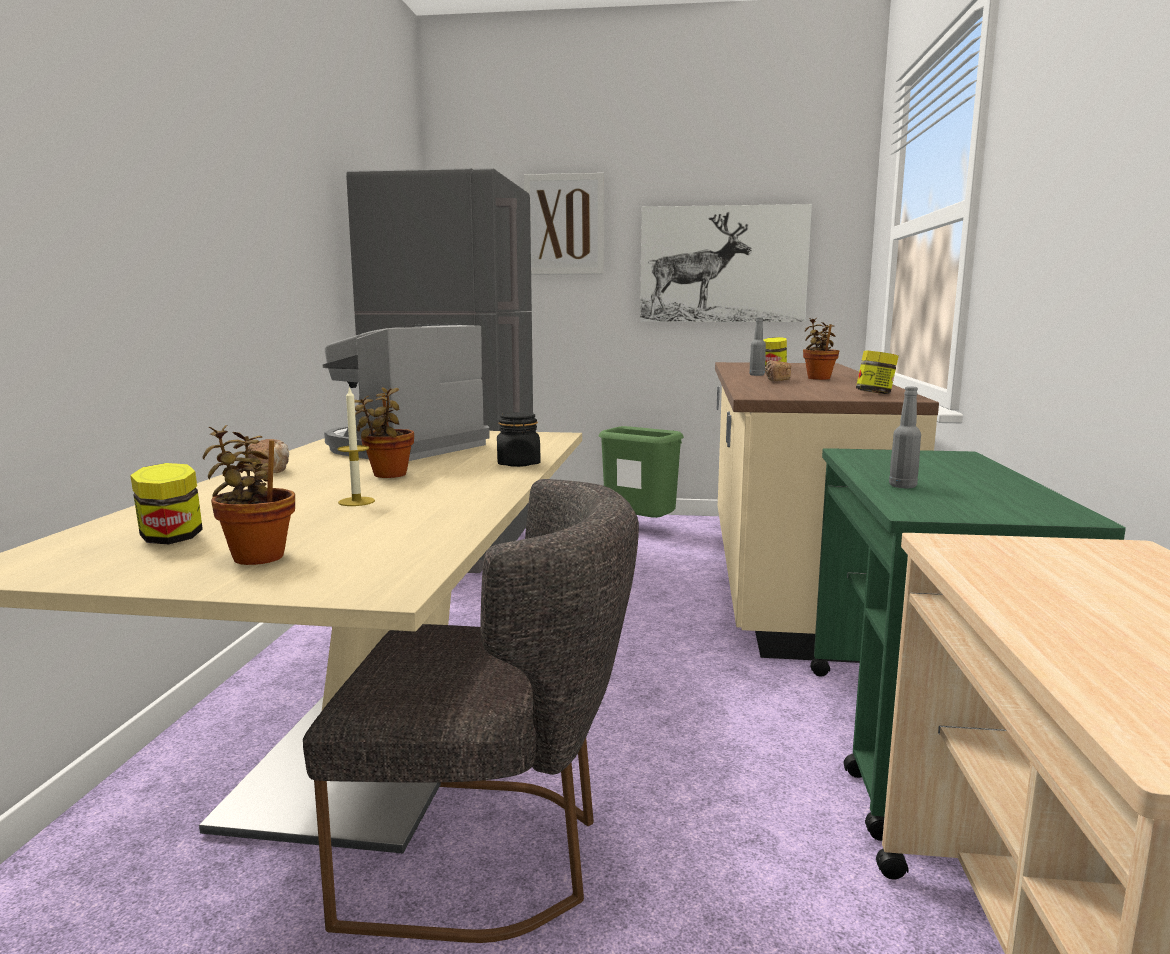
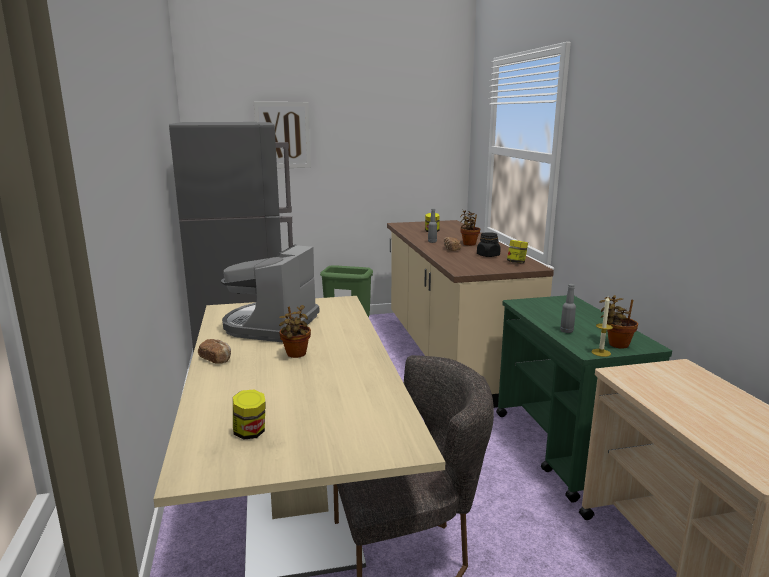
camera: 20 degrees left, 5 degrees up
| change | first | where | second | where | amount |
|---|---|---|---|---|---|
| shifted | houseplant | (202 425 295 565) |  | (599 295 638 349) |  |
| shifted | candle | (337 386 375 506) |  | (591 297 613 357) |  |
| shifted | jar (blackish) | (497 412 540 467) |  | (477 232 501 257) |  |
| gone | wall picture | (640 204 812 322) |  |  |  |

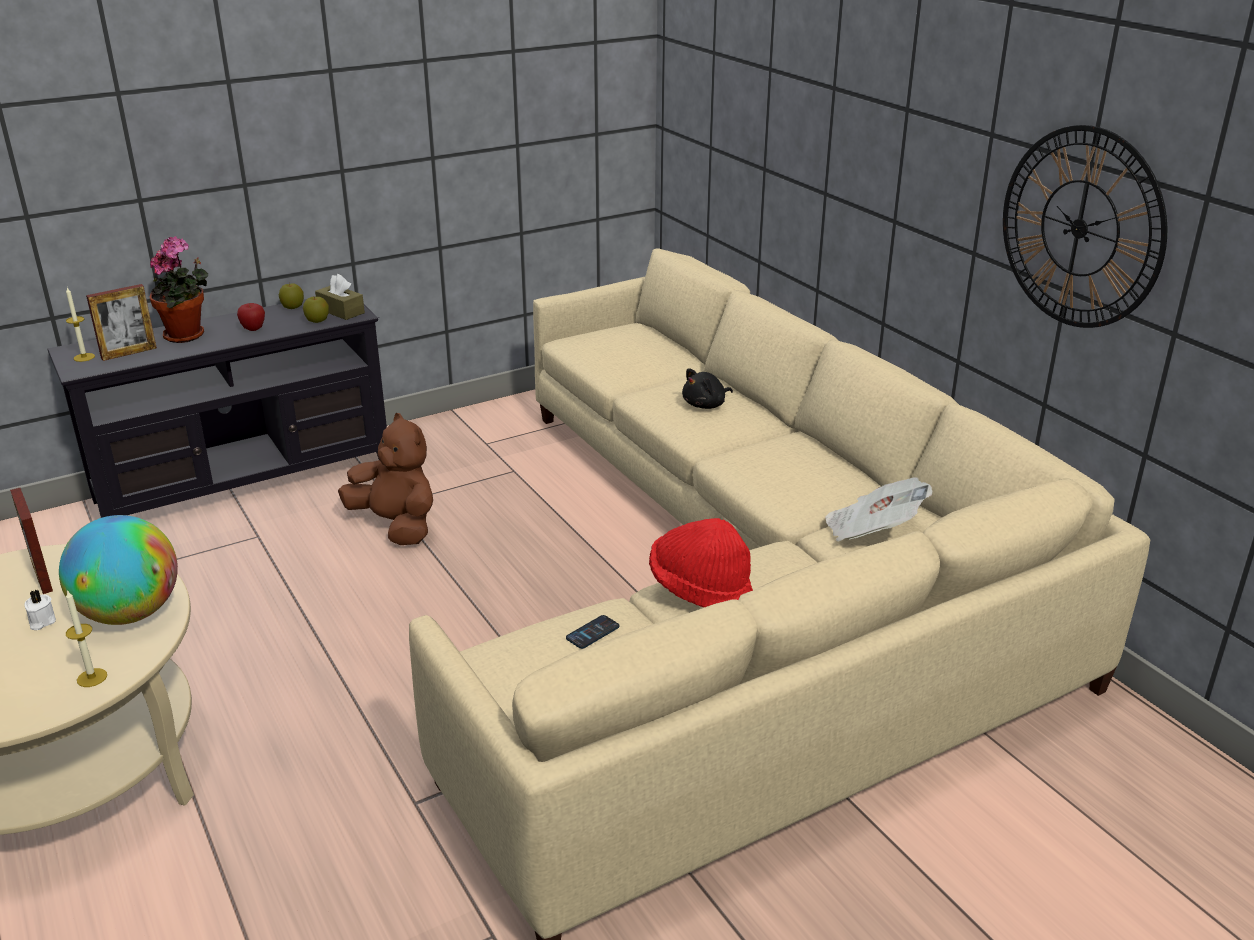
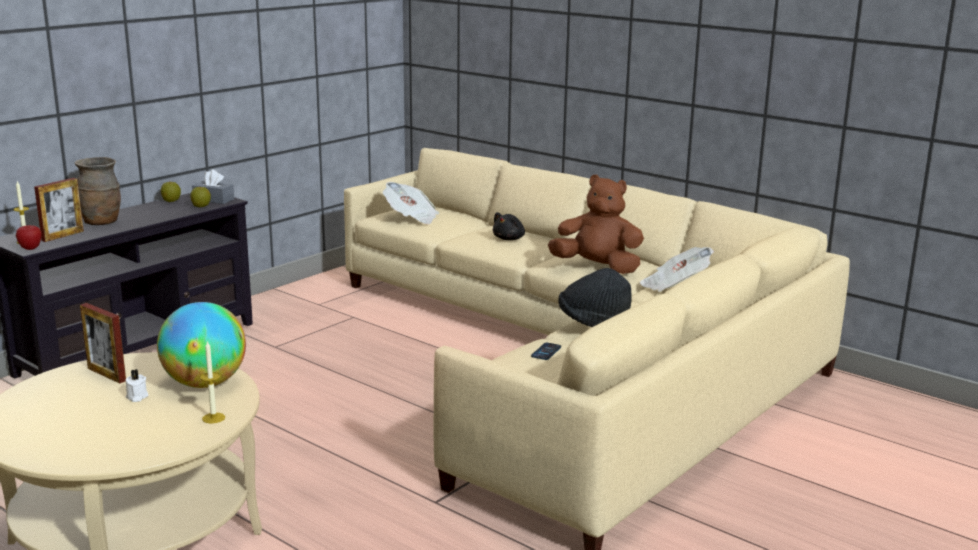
camera: 20 degrees left, 10 degrees down
| change | first | where | second | where | amount |
|---|---|---|---|---|---|
| swapped | houseplant | (150 236 208 343) | vase (brown-coloured) | (75 157 121 225) |  |
| shifted | apple fruit | (237 303 265 331) |  | (16 225 42 250) |  |
| repainted | tissue box (brown-coloured) | (315 274 365 320) | tissue box (gray) | (192 169 234 204) |  |
| shifted | plush toy (brown-coloured) | (338 413 433 545) |  | (548 175 644 274) |  |
| repainted | hat (red-coloured) | (649 518 753 608) | hat (blackish) | (559 268 632 327) |  |
| gone | wall clock | (1003 125 1167 328) |  |  |  |
| new |  |  | daily paper | (383 182 439 224) |  |

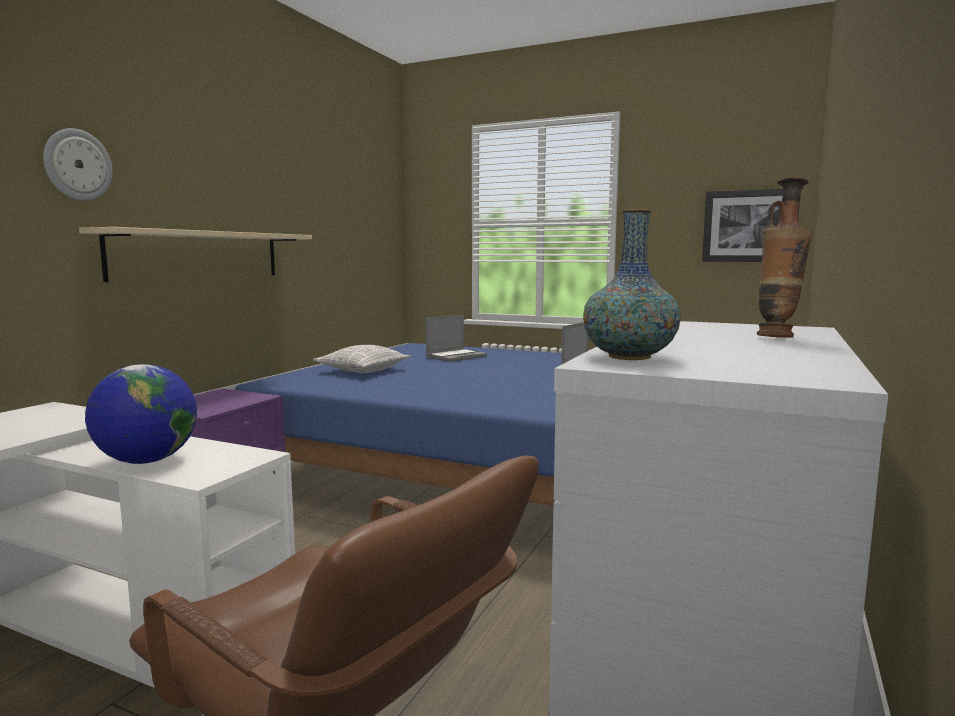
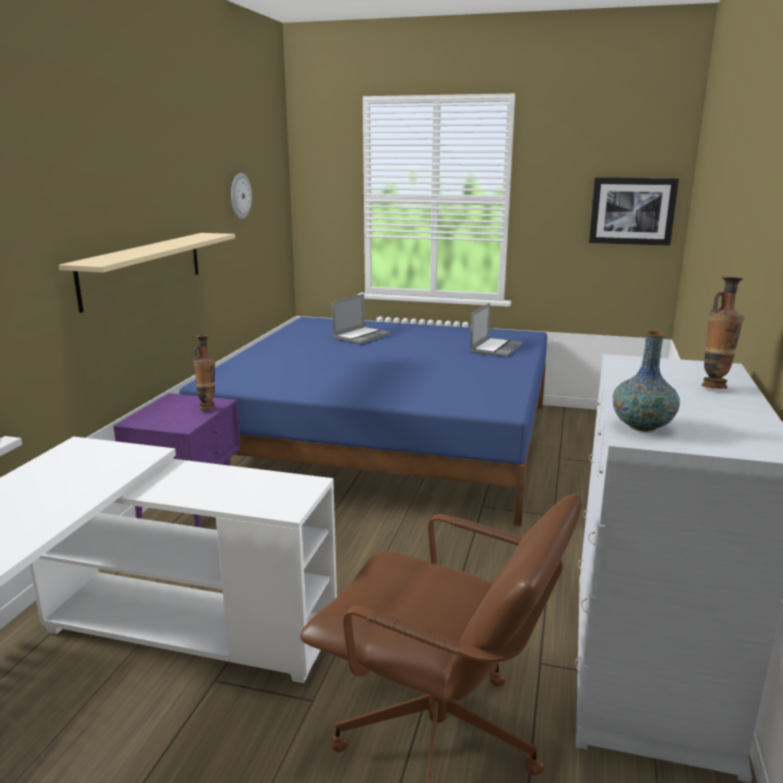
camera: 10 degrees left, 10 degrees up
| change | first | where | second | where | amount |
|---|---|---|---|---|---|
| shifted | wall clock | (43 128 113 201) |  | (231 173 252 219) |  |
| gone | world globe | (85 364 197 464) |  |  |  |
| gone | cushion | (313 345 411 373) |  |  |  |
| new |  |  | vase | (193 335 215 410) |  |

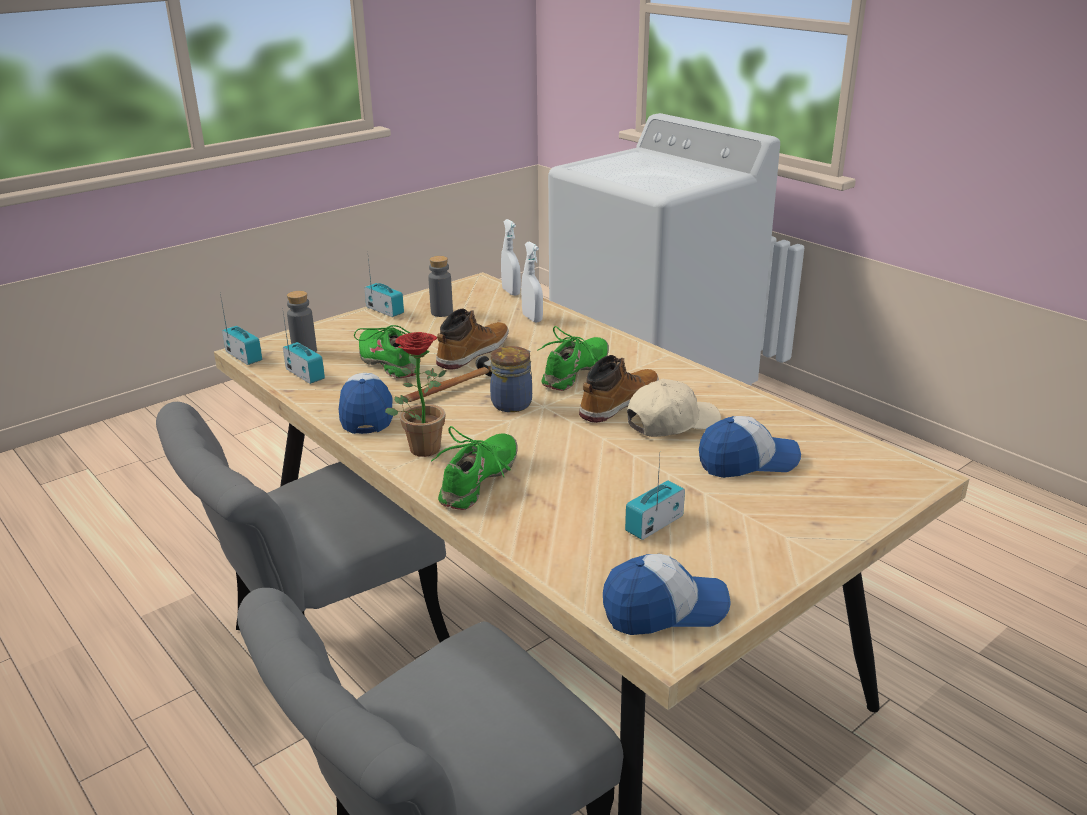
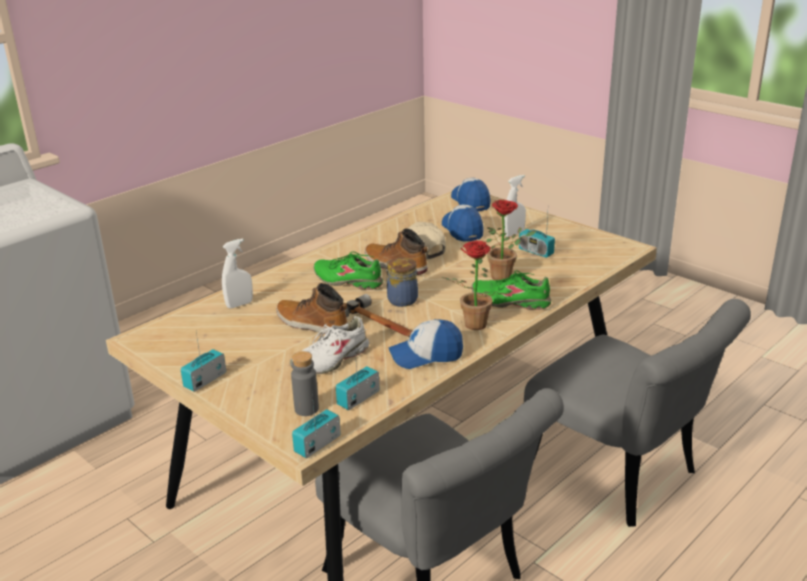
camera: 95 degrees left, 0 degrees up
| change | first | where | second | where | amount |
|---|---|---|---|---|---|
| repainted | item of footwear (green) | (354 325 416 378) | item of footwear (white-coloured) | (290 316 369 374) |  |
| gone | bottle (gray) | (428 256 453 317) |  |  |  |
| shifted | sprayer (white-coloured) | (501 219 521 296) |  | (504 175 526 237) |  |
| shifted | baseball cap | (603 554 731 635) |  | (451 178 491 212) |  |
| new |  |  | houseplant | (486 200 537 280) |  |

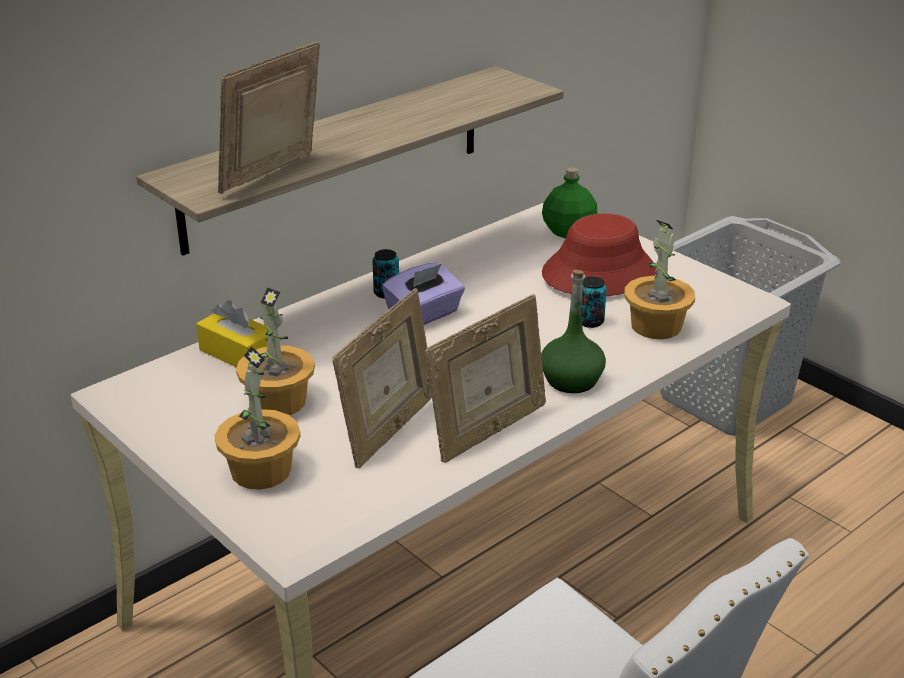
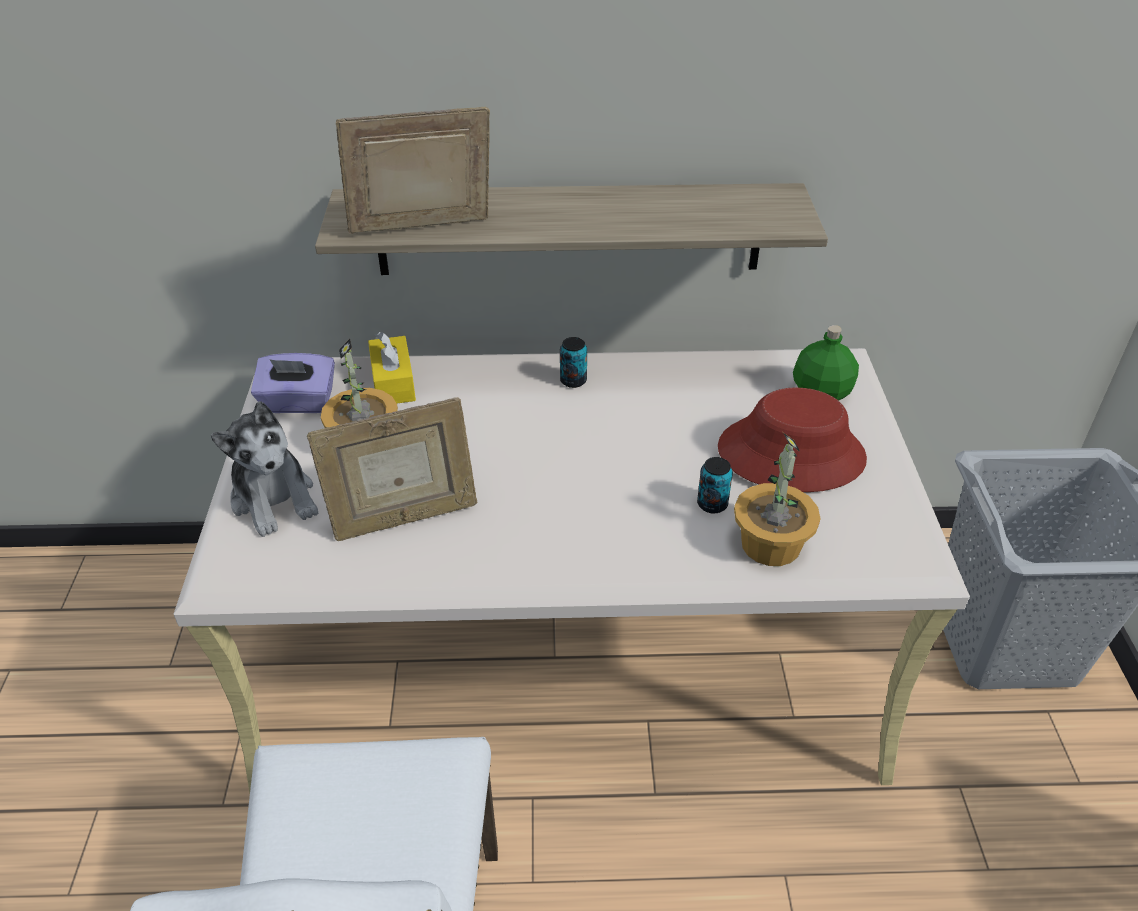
camera: 40 degrees right, 10 degrees up
| change | first | where | second | where | amount |
|---|---|---|---|---|---|
| swapped | houseplant | (215 346 300 490) | plush toy | (211 401 319 537) |  |
| shifted | tissue box (purple-coloured) | (382 263 465 325) |  | (251 353 335 413) |  |
| gone | picture frame | (425 294 546 463) |  |  |  |
| gone | bottle (green) | (541 270 606 393) |  |  |  |

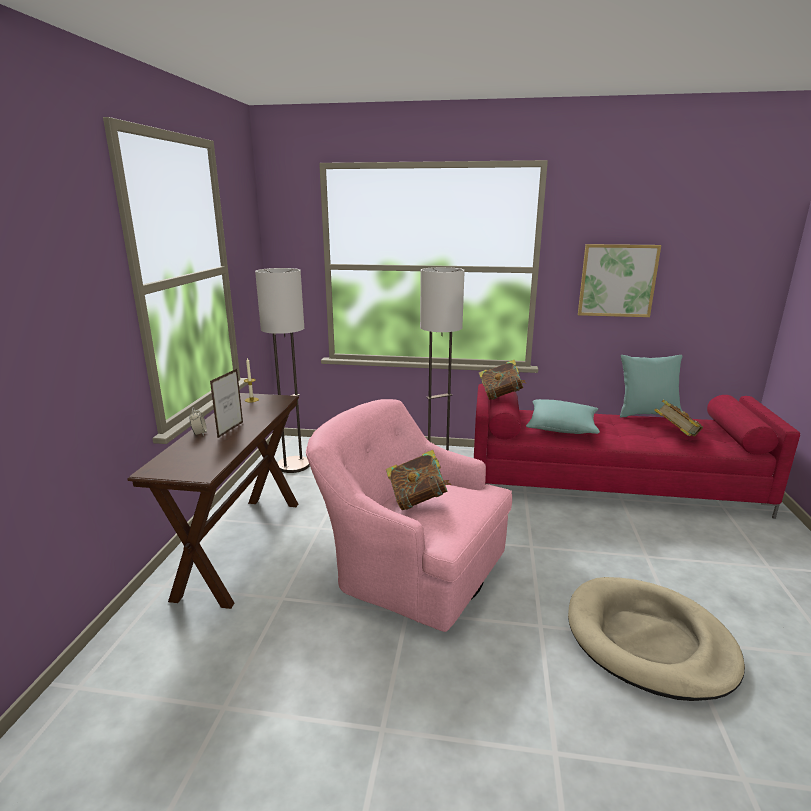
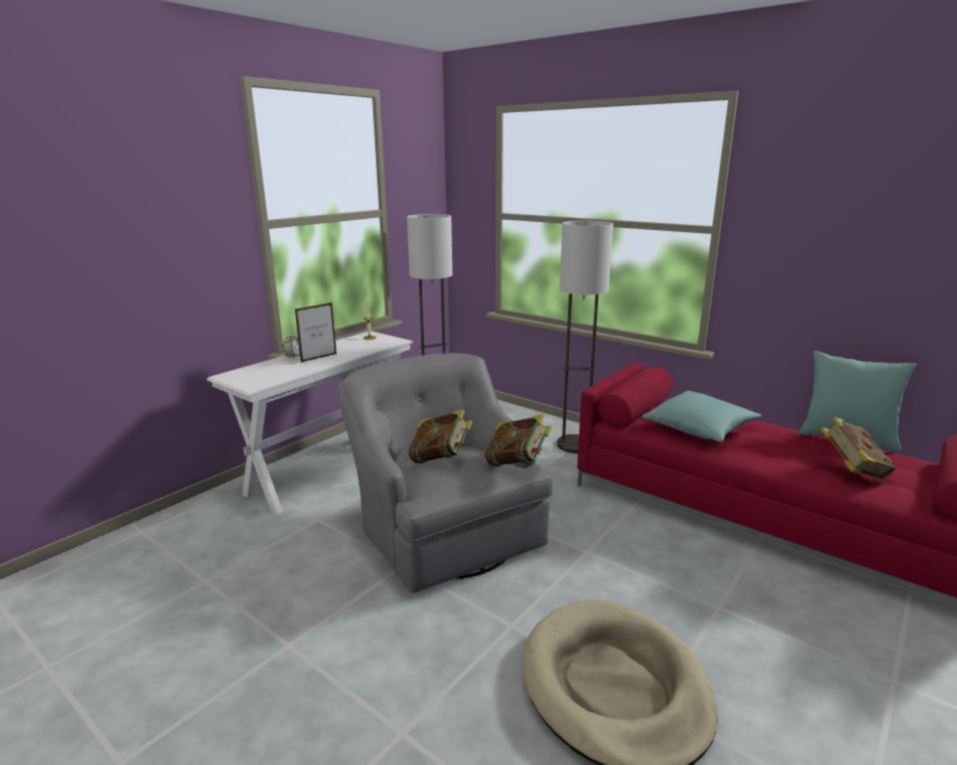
camera: 30 degrees right, 0 degrees up
| change | first | where | second | where | amount |
|---|---|---|---|---|---|
| repainted | narrow table (brown-coloured) | (127 393 299 609) | narrow table (white-coloured) | (207 331 413 514) |  |
| repainted | armchair (pink-coloured) | (306 399 512 632) | armchair (gray) | (337 353 553 593) |  |
| shifted | book | (479 360 526 400) |  | (485 414 552 466) |  |
| gone | wall picture | (578 244 661 317) |  |  |  |

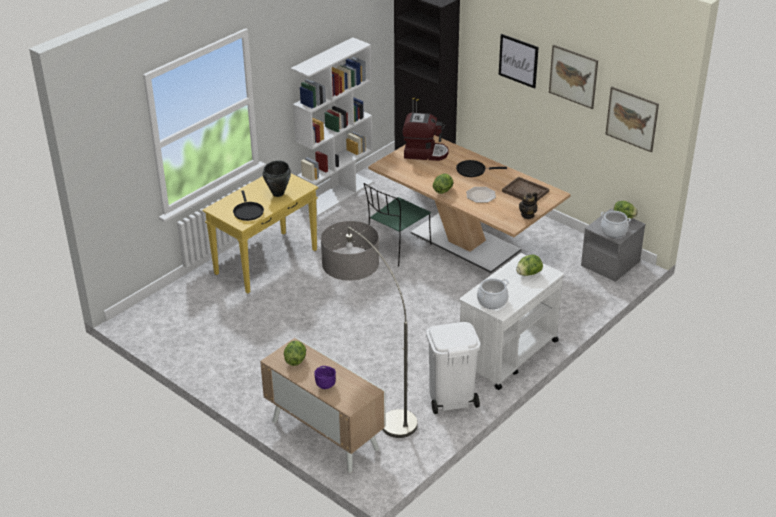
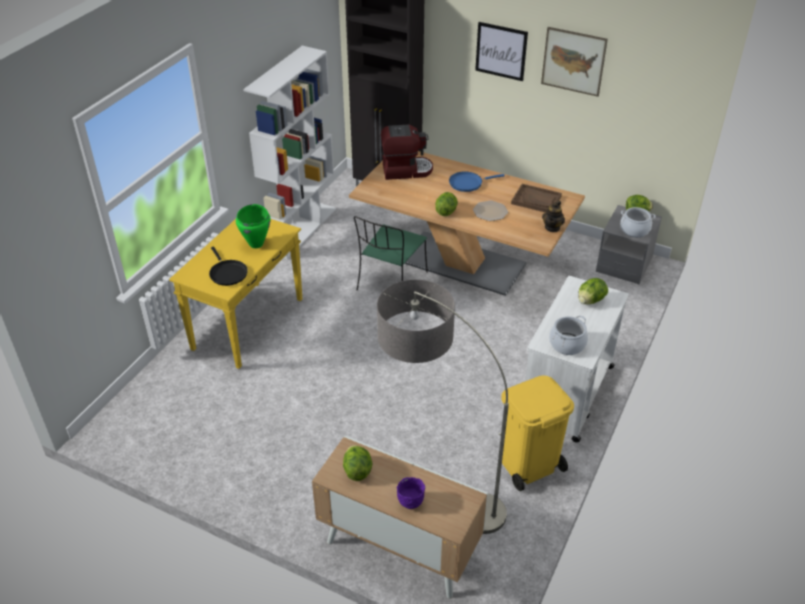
camera: 15 degrees left, 5 degrees up
| change | first | where | second | where | amount |
|---|---|---|---|---|---|
| repainted | cooking pot (blackish) | (263 160 291 197) | cooking pot (green) | (236 204 271 248) |  |
| repainted | trash can (white-coloured) | (426 322 480 414) | trash can (yellow-coloured) | (501 375 574 491) |  |
| repainted | pan (blackish) | (456 160 507 177) | pan (blue-coloured) | (449 171 505 192) |  |
| gone | wall picture | (605 87 659 153) |  |  |  |

